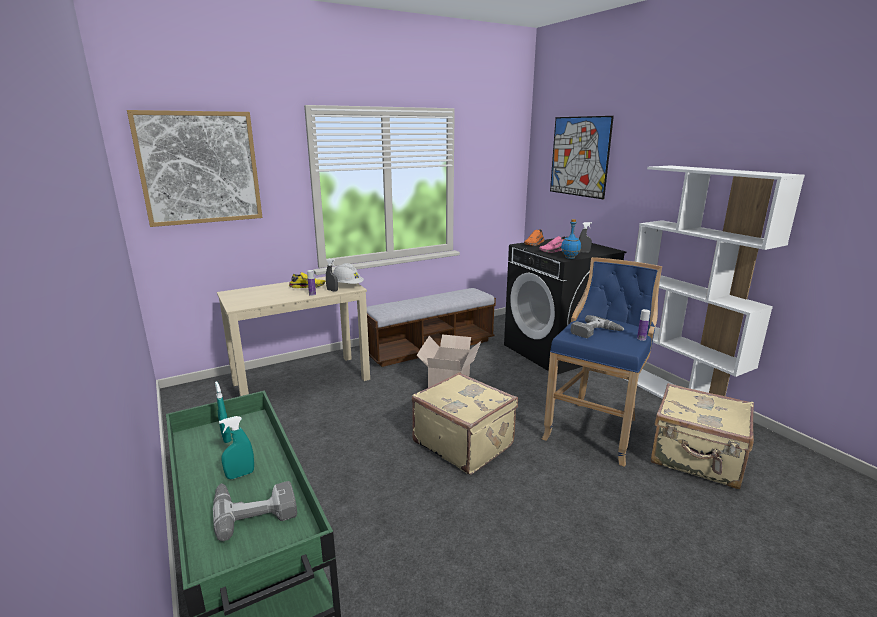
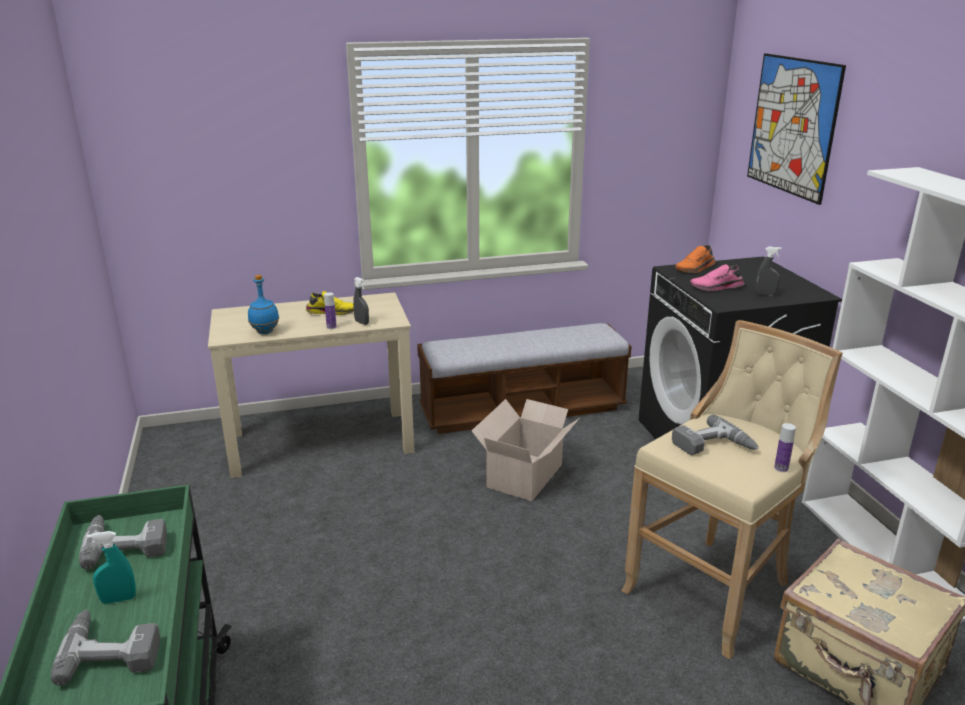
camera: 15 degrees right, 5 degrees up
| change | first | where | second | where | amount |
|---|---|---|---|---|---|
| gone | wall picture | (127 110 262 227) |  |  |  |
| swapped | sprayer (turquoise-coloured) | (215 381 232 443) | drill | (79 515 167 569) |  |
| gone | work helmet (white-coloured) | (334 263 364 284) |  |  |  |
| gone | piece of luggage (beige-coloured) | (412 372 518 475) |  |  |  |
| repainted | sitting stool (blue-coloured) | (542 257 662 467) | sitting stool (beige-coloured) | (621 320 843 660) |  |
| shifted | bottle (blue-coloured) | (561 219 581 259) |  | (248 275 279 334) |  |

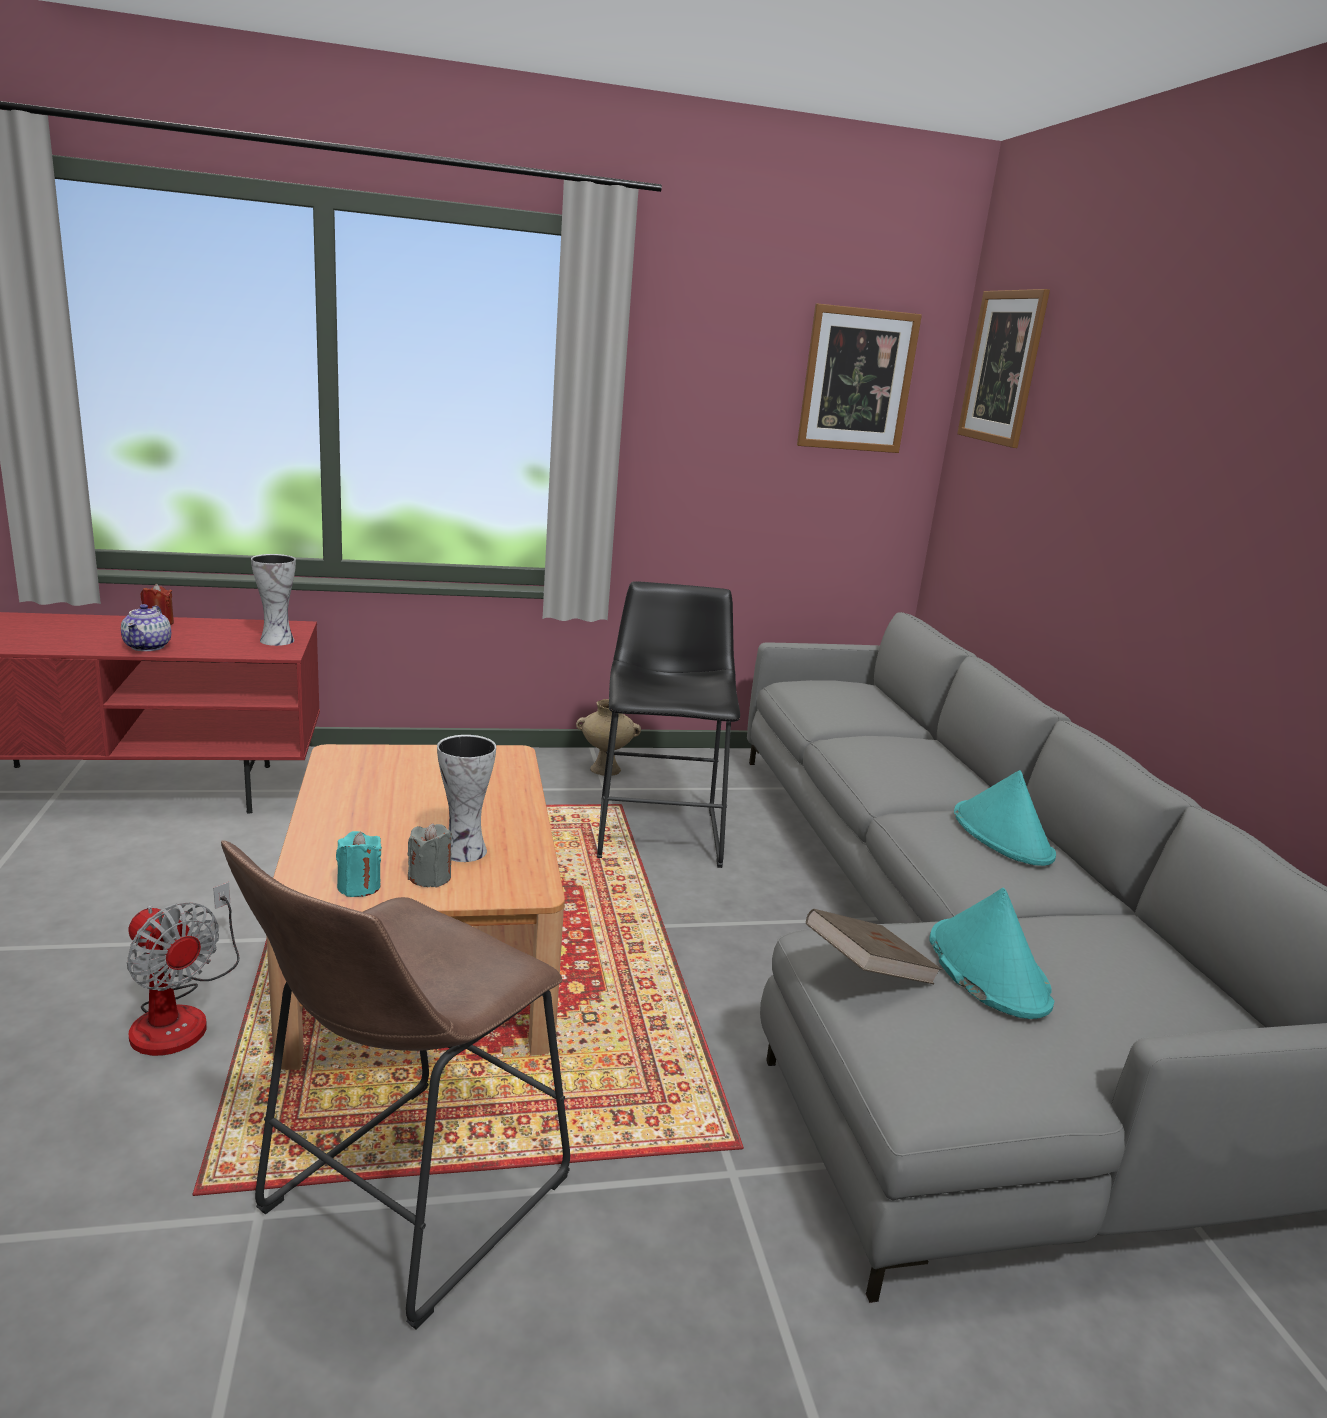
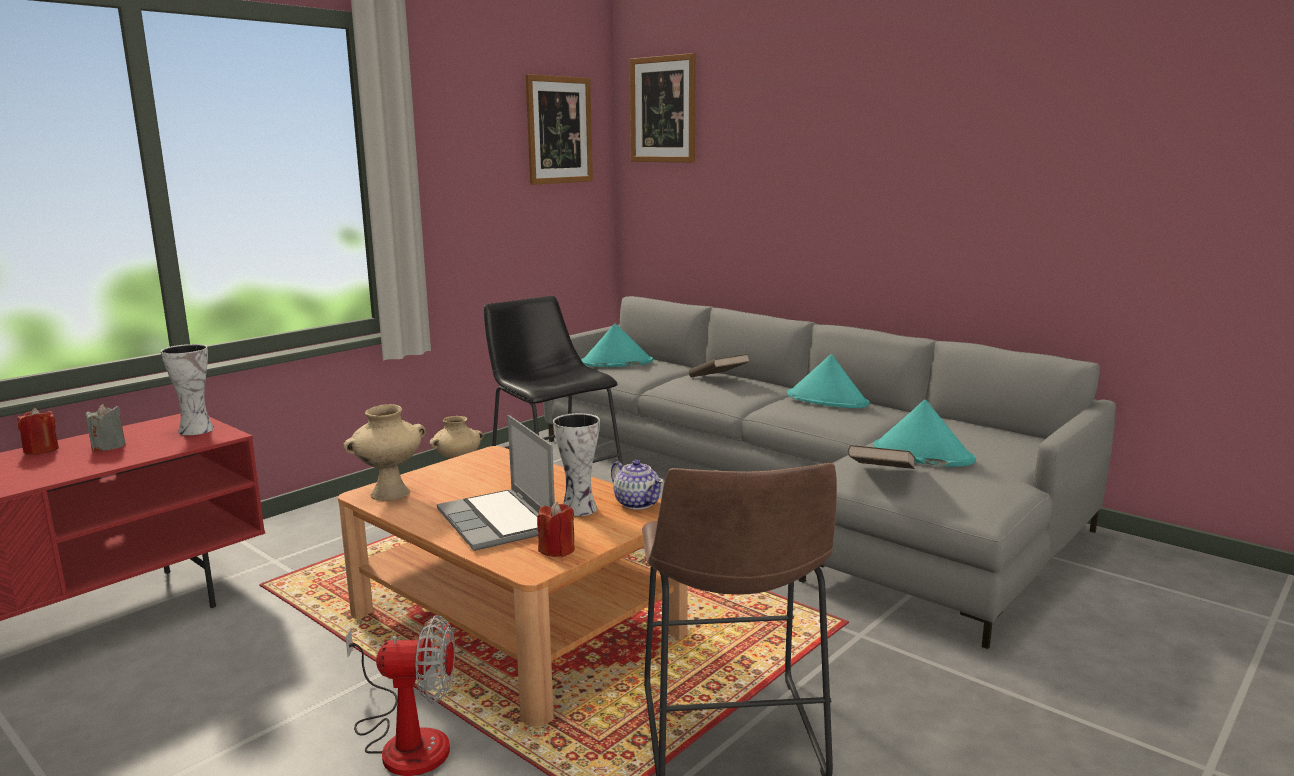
camera: 35 degrees left, 5 degrees down
| change | first | where | second | where | amount |
|---|---|---|---|---|---|
| shifted | teapot | (121 604 171 651) |  | (611 460 664 510) |  |
| repainted | candle (turquoise-coloured) | (336 831 382 897) | candle (red-coloured) | (537 501 575 557) |  |
| shifted | candle (gray) | (408 823 452 887) |  | (86 404 126 451) |  |
| new |  |  | vase (beige-coloured) | (344 404 426 501) |  |
| new |  |  | notebook computer | (437 415 555 551) |  |
| new |  |  | hat (turquoise-coloured) | (581 323 653 367) |  |
| new |  |  | book (brown-coloured) | (689 354 750 377) |  |

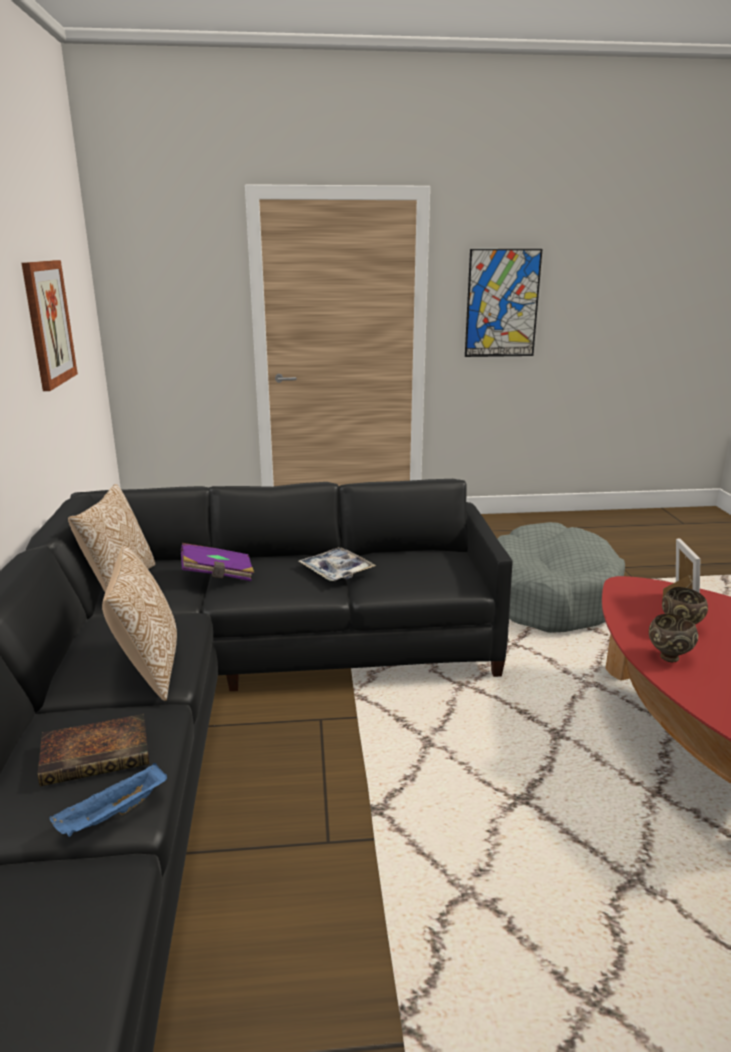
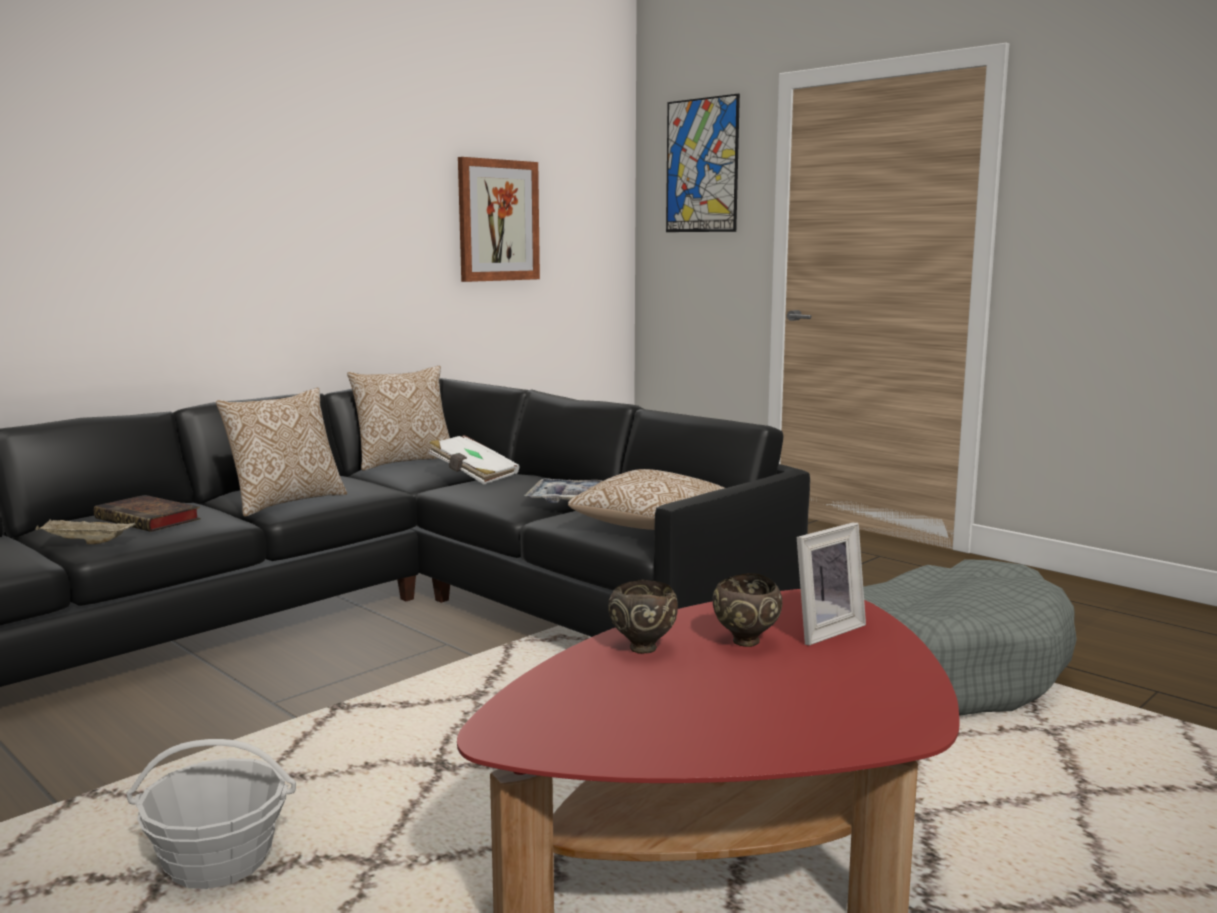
camera: 50 degrees right, 10 degrees down
| change | first | where | second | where | amount |
|---|---|---|---|---|---|
| repainted | serving tray (blue-coloured) | (49 763 167 837) | serving tray (beige-coloured) | (35 520 136 544) |  |
| repainted | book (purple-coloured) | (181 543 254 581) | book (white-coloured) | (429 435 520 485) |  |
| shifted | wall picture | (465 249 542 357) |  | (666 94 740 232) |  |
| new |  |  | storage basket | (126 739 296 889) |  |
| new |  |  | cushion | (568 469 724 530) |  |

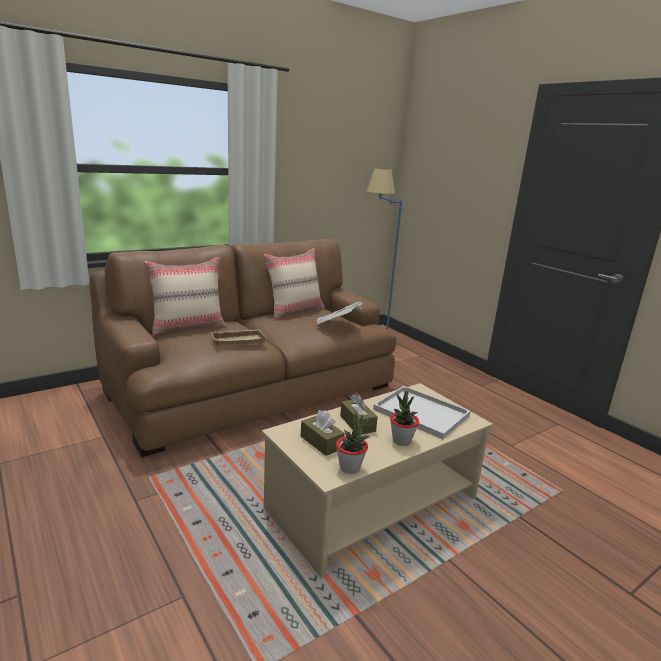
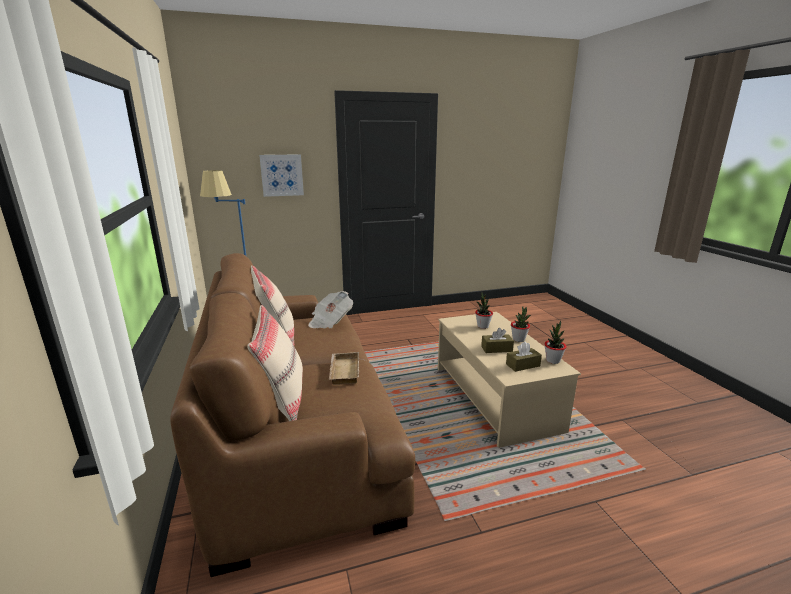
camera: 70 degrees left, 0 degrees up
| change | first | where | second | where | amount |
|---|---|---|---|---|---|
| swapped | serving tray (white-coloured) | (373 386 470 439) | houseplant | (475 293 493 329) |  |
| new |  |  | wall picture | (259 154 304 197) |  |

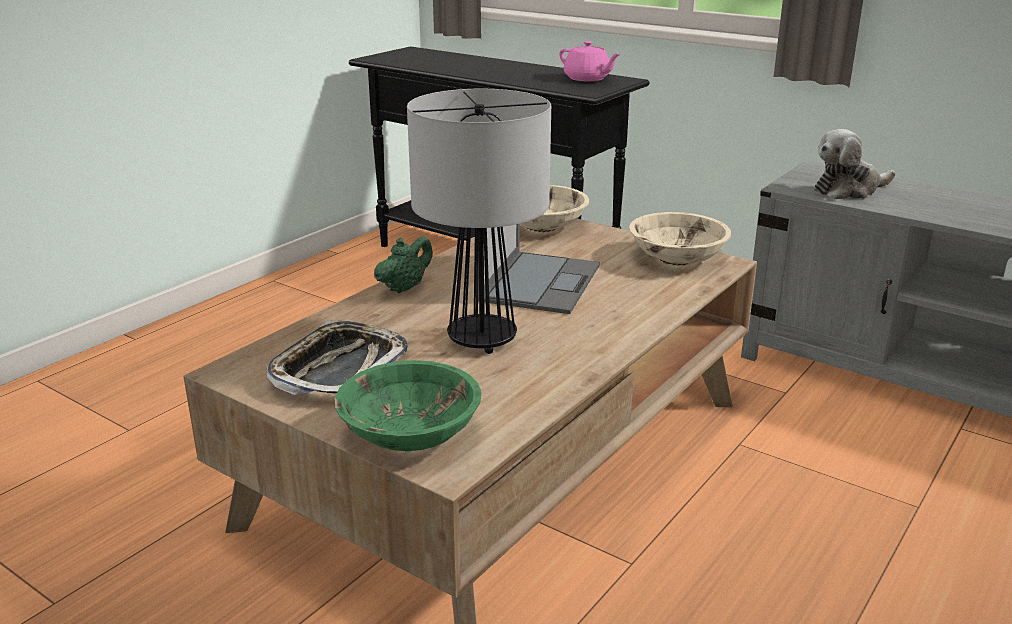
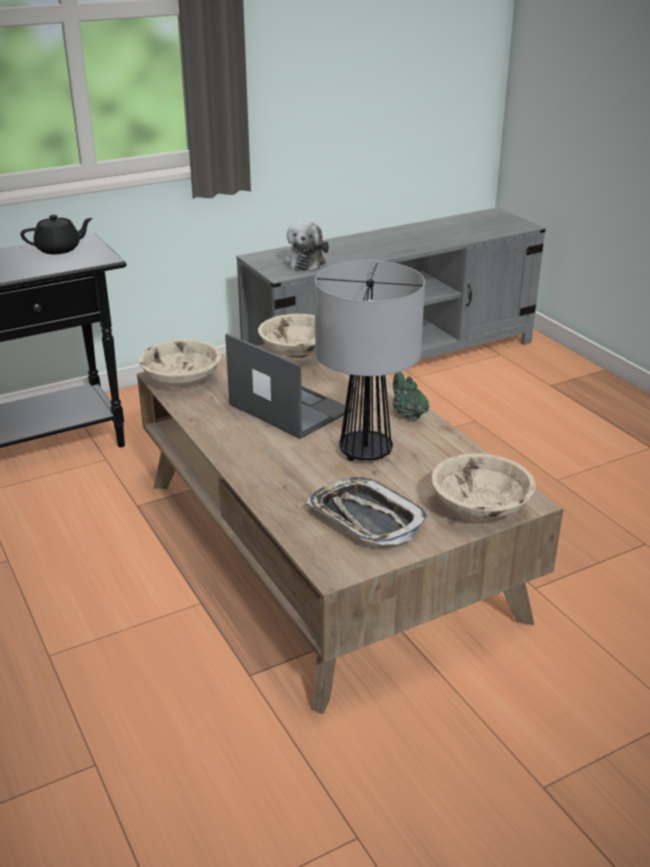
camera: 65 degrees left, 5 degrees up
| change | first | where | second | where | amount |
|---|---|---|---|---|---|
| repainted | serving bowl (green) | (335 360 481 451) | serving bowl (beige-coloured) | (432 453 536 519) |  |
| shifted | teapot (green) | (374 236 433 293) |  | (393 372 429 420) |  |
| repainted | teapot (pink-coloured) | (559 41 621 81) | teapot (blackish) | (21 215 93 254) |  |

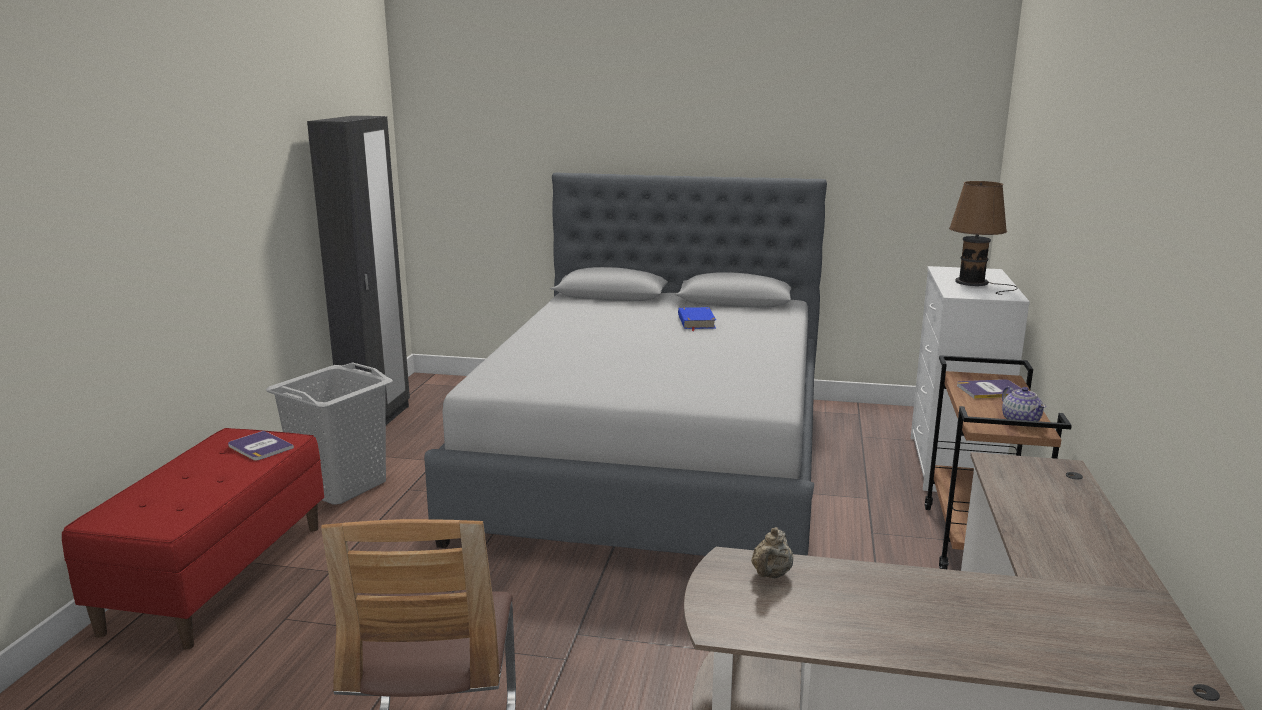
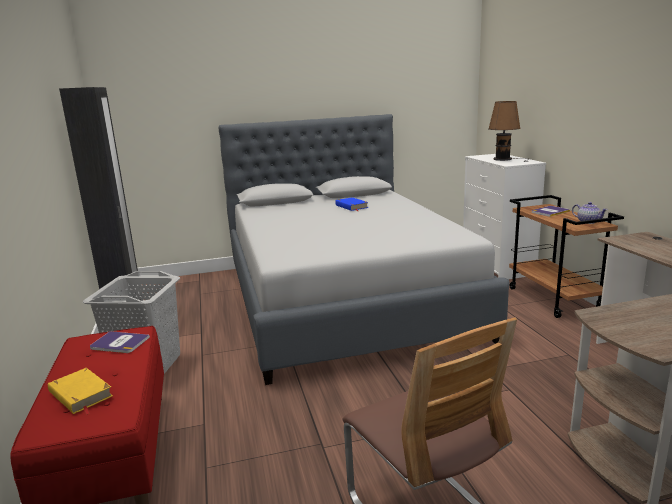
camera: 25 degrees left, 0 degrees up
| change | first | where | second | where | amount |
|---|---|---|---|---|---|
| gone | teapot (beige-coloured) | (751 527 793 579) |  |  |  |
| new |  |  | book (yellow-coloured) | (48 368 113 415) |  |

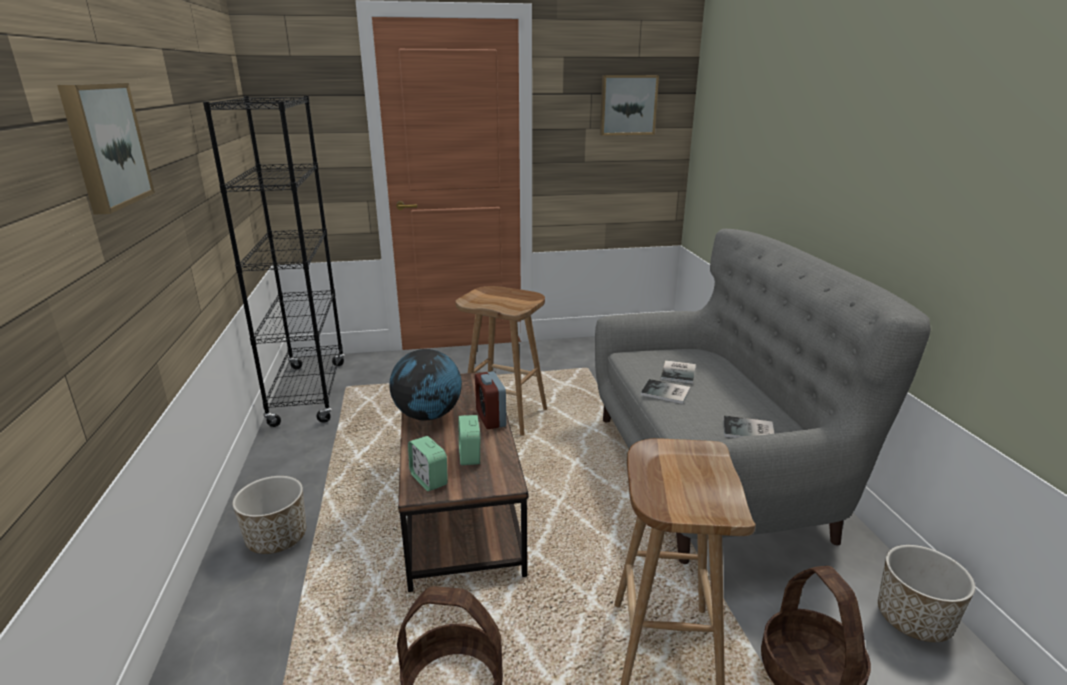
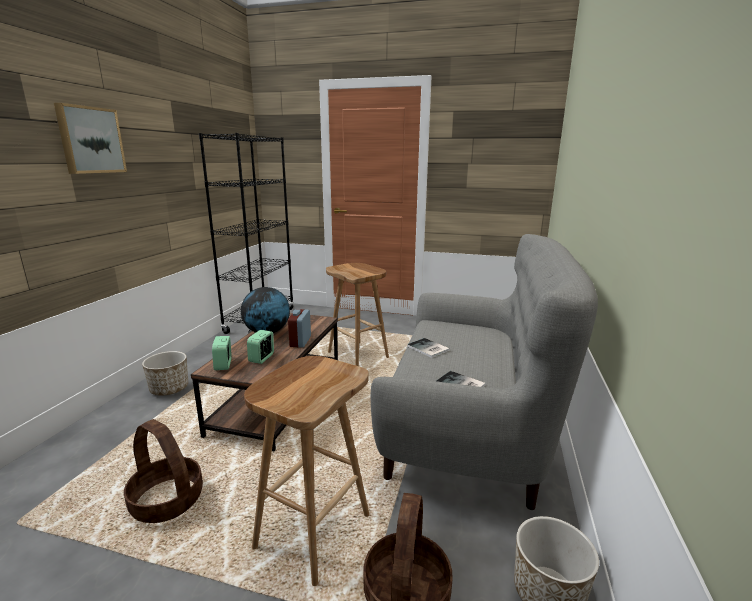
camera: 25 degrees right, 5 degrees down
| change | first | where | second | where | amount |
|---|---|---|---|---|---|
| gone | wall picture | (600 75 659 136) |  |  |  |
| gone | book | (661 360 696 384) |  |  |  |

